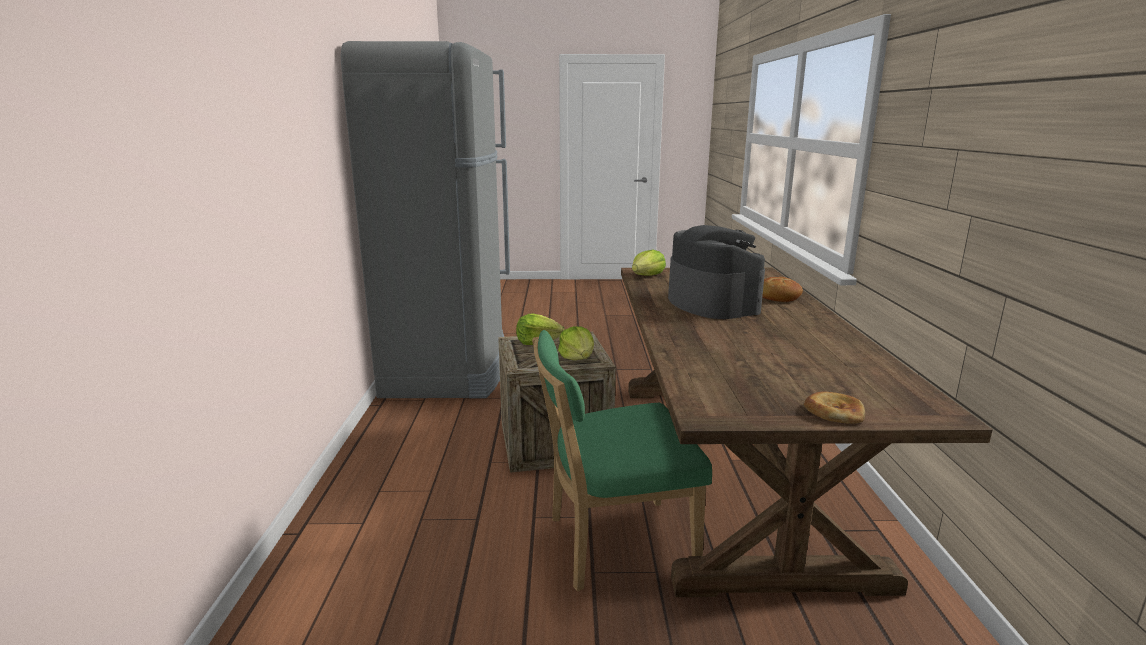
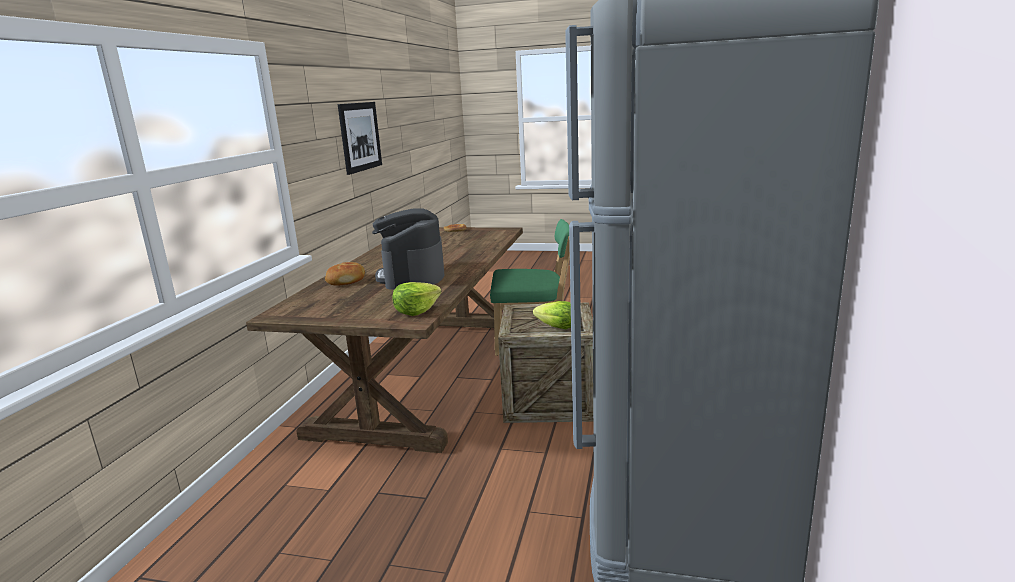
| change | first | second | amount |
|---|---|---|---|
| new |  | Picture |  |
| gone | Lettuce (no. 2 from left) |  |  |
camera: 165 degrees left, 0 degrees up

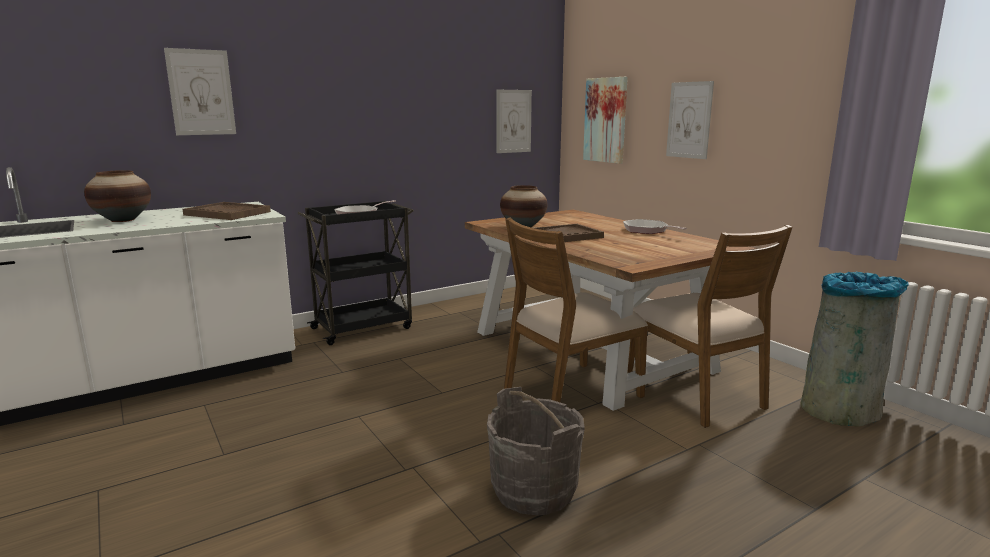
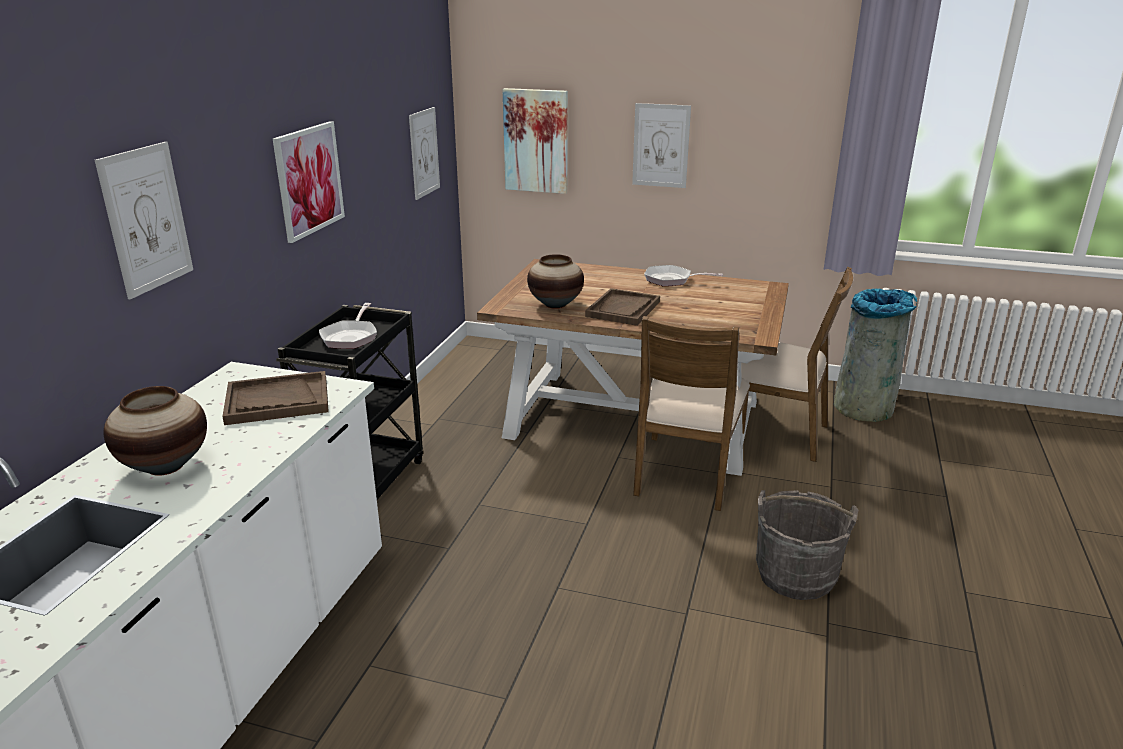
| change | first | second | amount |
|---|---|---|---|
| new |  | Picture (no. 2 from left) |  |
camera: 40 degrees left, 10 degrees up

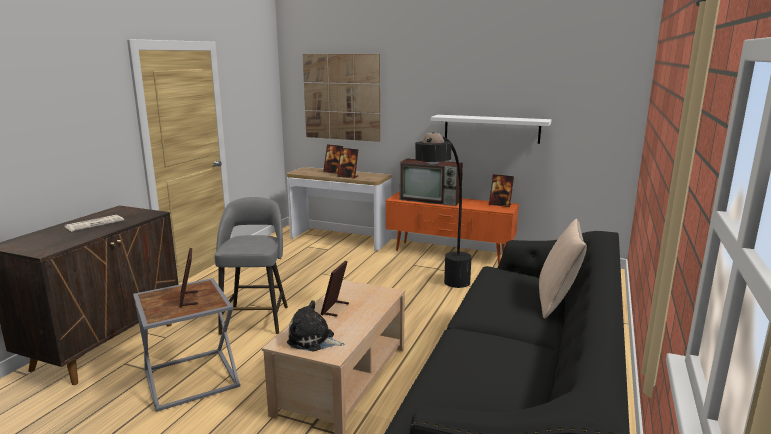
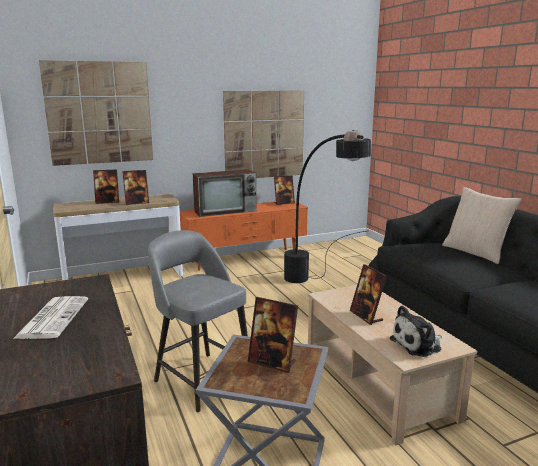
| change | first | second | amount |
|---|---|---|---|
| swapped | WhiteShelf | Picture (no. 2 from left) |  |
camera: 45 degrees left, 0 degrees up

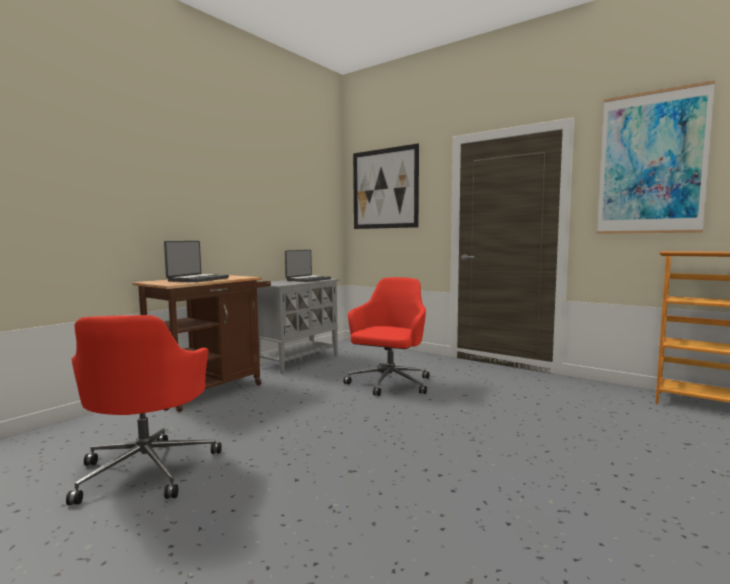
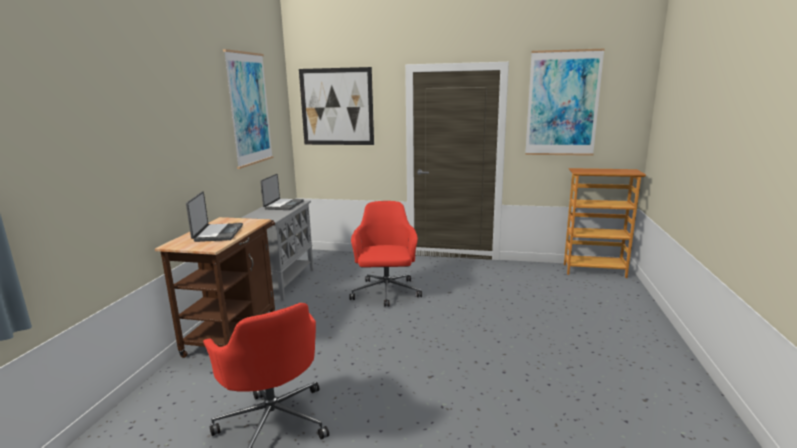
| change | first | second | amount |
|---|---|---|---|
| new |  | Picture (no. 1 from left) |  |
camera: 25 degrees left, 10 degrees up

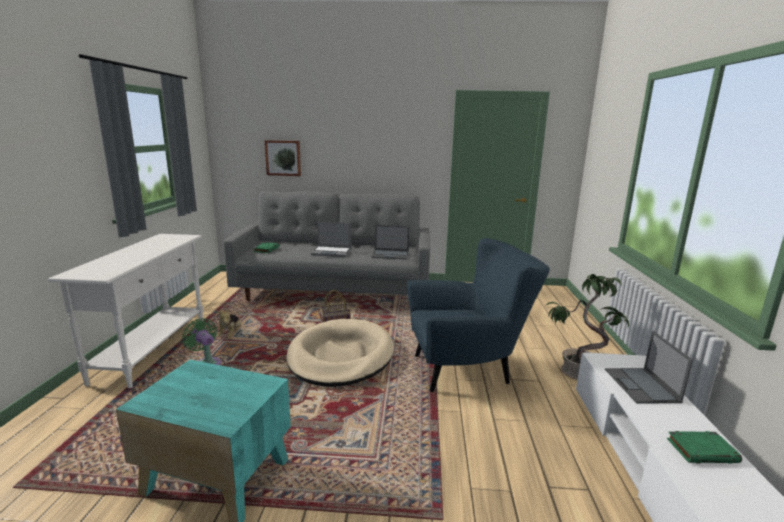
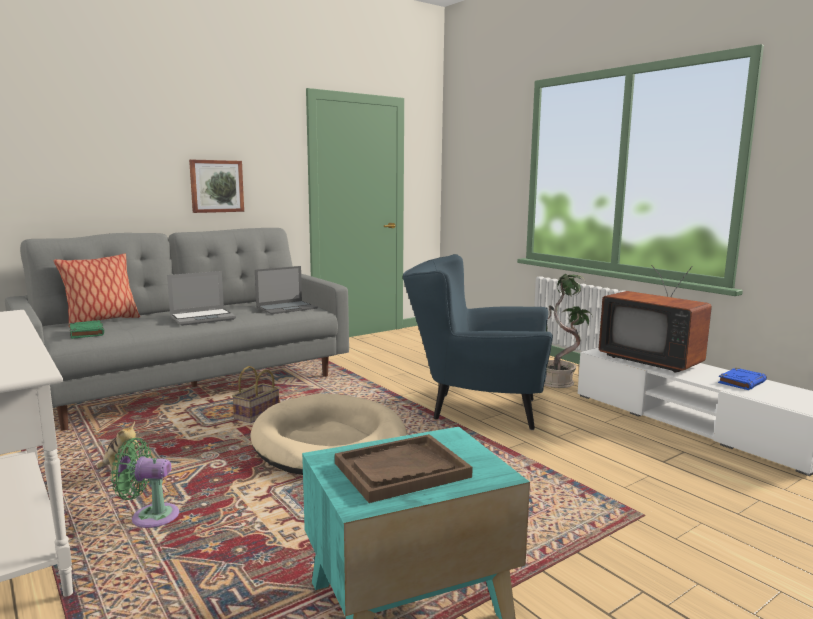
| change | first | second | amount |
|---|---|---|---|
| new |  | Pillow |  |
| shifted | Picture |  |  |
| new |  | BrownTray |  |
| rotated | BlueArmchair |  | 120 degrees counterclockwise |
| swapped | Laptop (no. 3 from left) | Television |  |
| repainted | GreenBook (no. 2 from left) | BlueBook |  |
camera: 40 degrees left, 5 degrees down

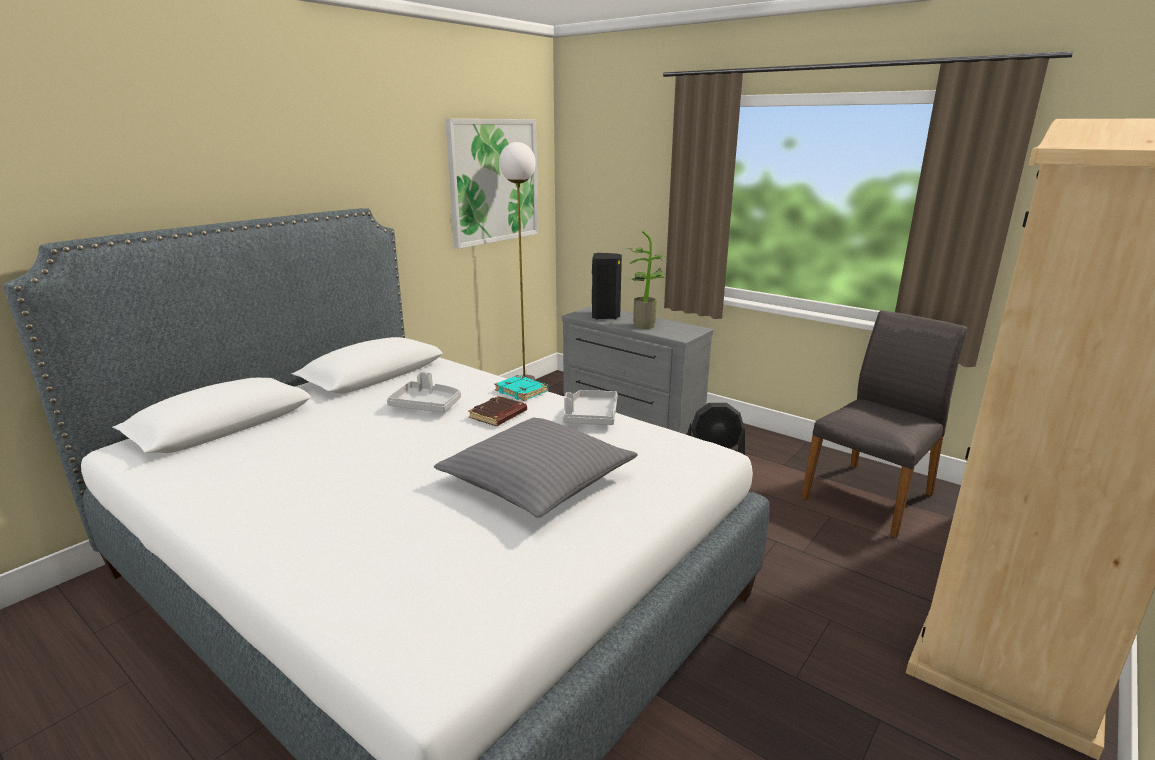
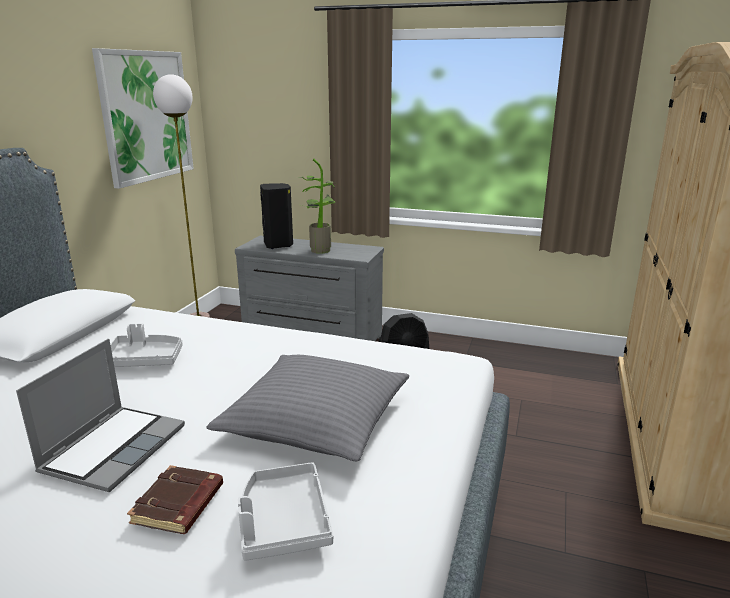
| change | first | second | amount |
|---|---|---|---|
| new |  | Laptop |  |
| shifted | BrownBook |  |  |
| shifted | GreyTray (no. 2 from left) |  |  |
| gone | TurquoiseBook |  |  |
| gone | GreyChair |  |  |
camera: 20 degrees left, 0 degrees up

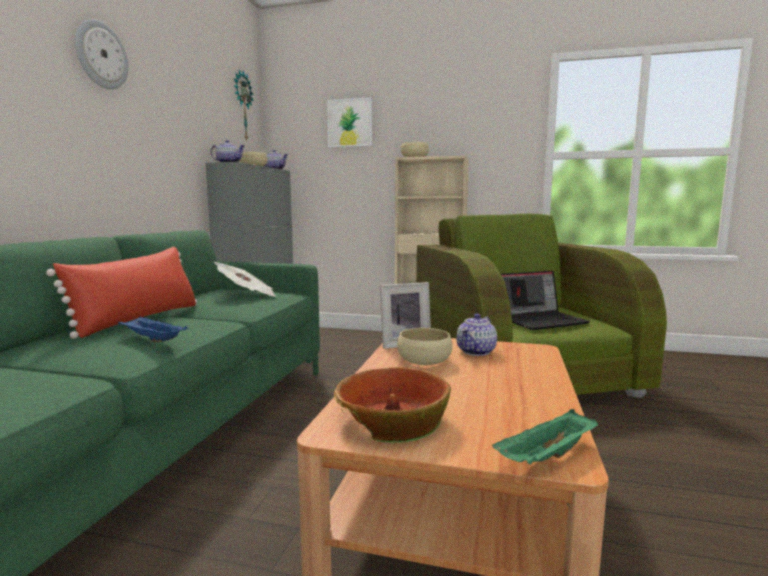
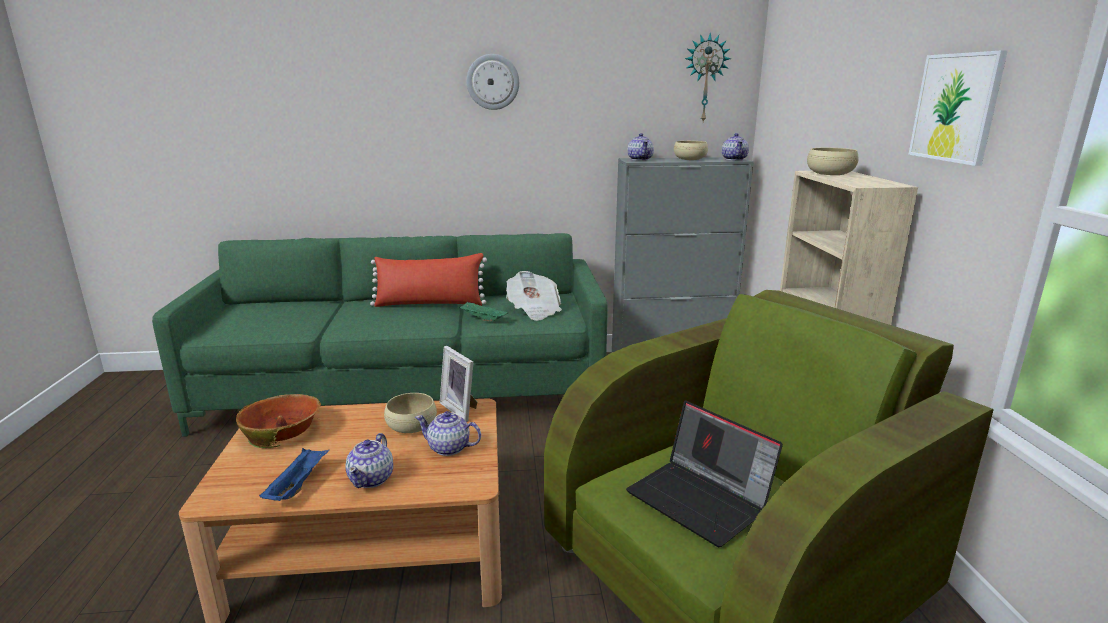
| change | first | second | amount |
|---|---|---|---|
| shifted | BlueTray |  |  |
| new |  | Teapot (no. 1 from left) |  |
| shifted | GreenTray |  |  |
| shifted | Picture |  |  |
camera: 70 degrees right, 10 degrees up

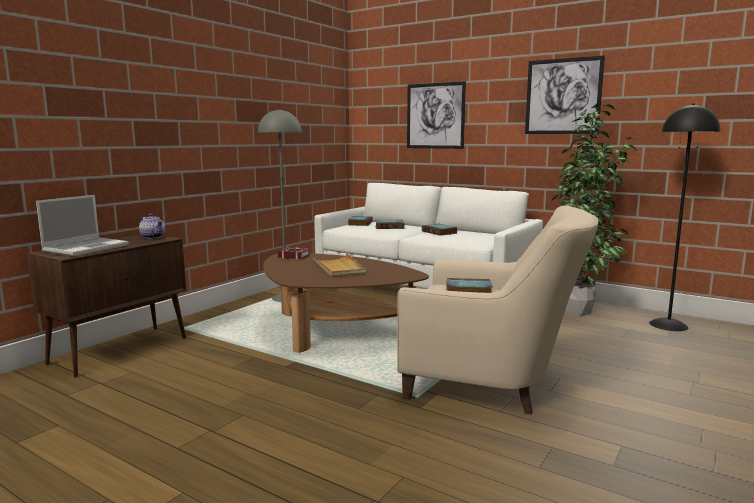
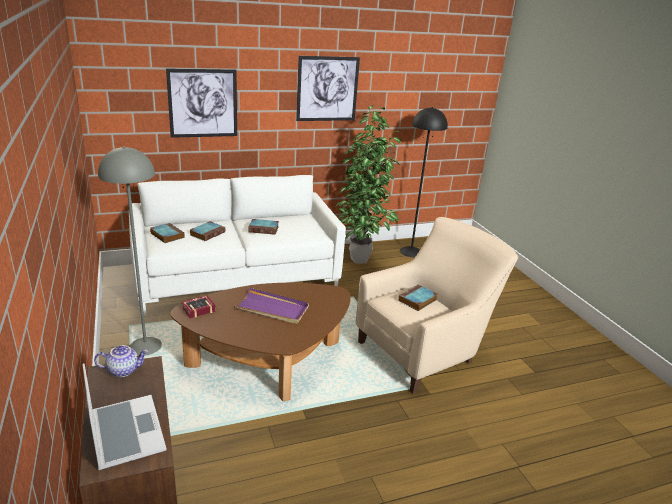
| change | first | second | amount |
|---|---|---|---|
| repainted | BeigeTray | PurpleTray |  |
camera: 55 degrees left, 15 degrees up

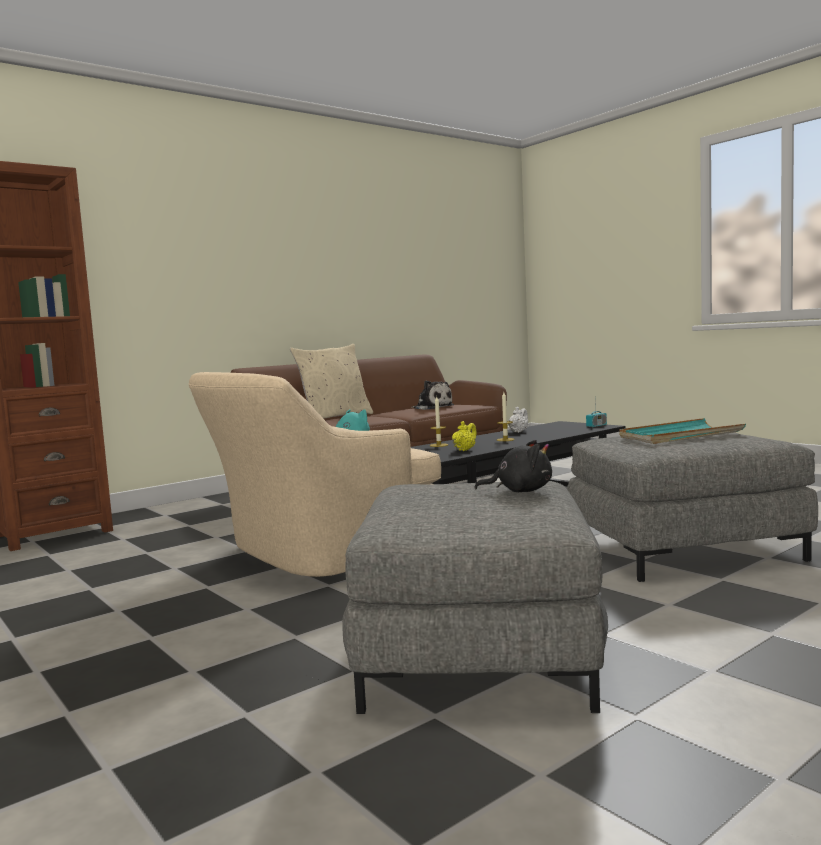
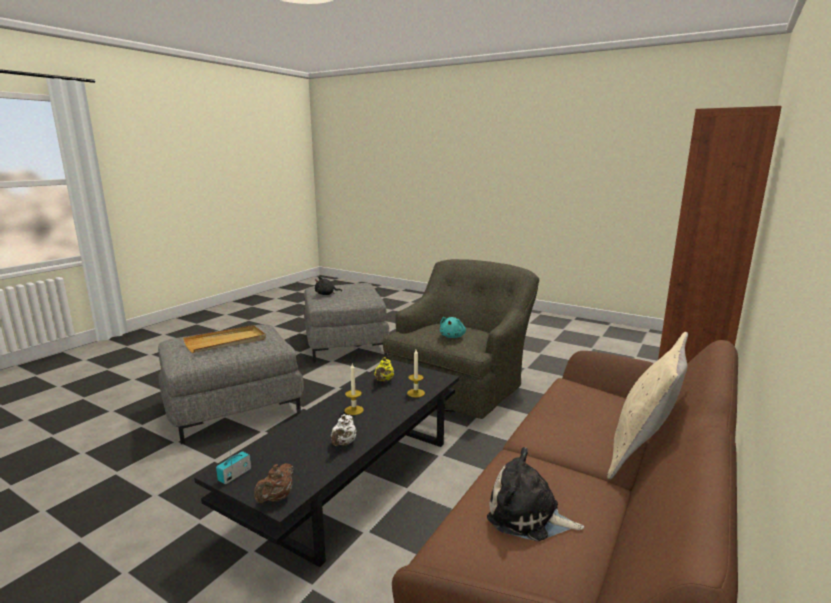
| change | first | second | amount |
|---|---|---|---|
| repainted | TurquoiseTray | BeigeTray |  |
| new |  | BrownTeapot |  |
| repainted | BeigeArmchair | GreenArmchair |  |
camera: 160 degrees right, 10 degrees up

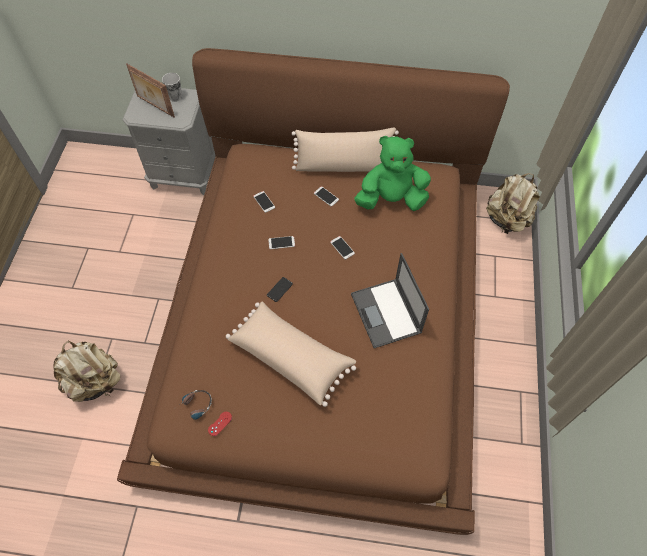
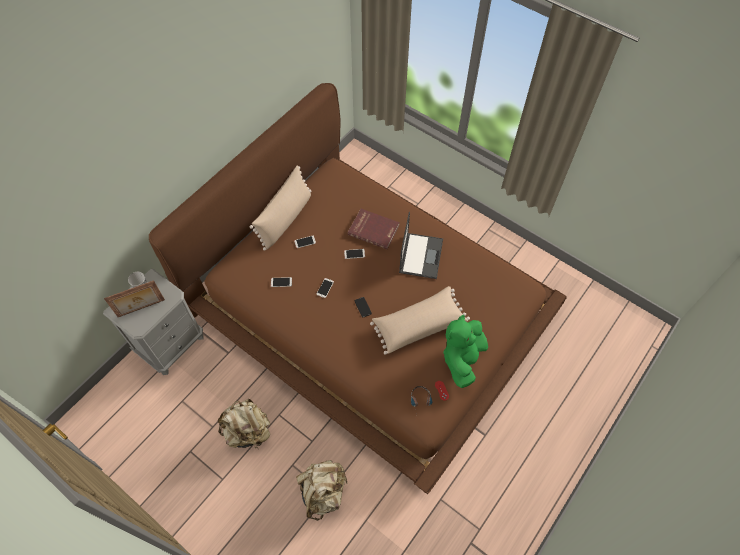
| change | first | second | amount |
|---|---|---|---|
| shifted | BeigeBackpack (no. 2 from left in the first image) | BeigeBackpack (no. 1 from left) |  |
| new |  | RedBook |  |
| rotated | Laptop |  | 90 degrees counterclockwise |
| shifted | GreenPlushToy |  |  |
camera: 60 degrees left, 0 degrees up

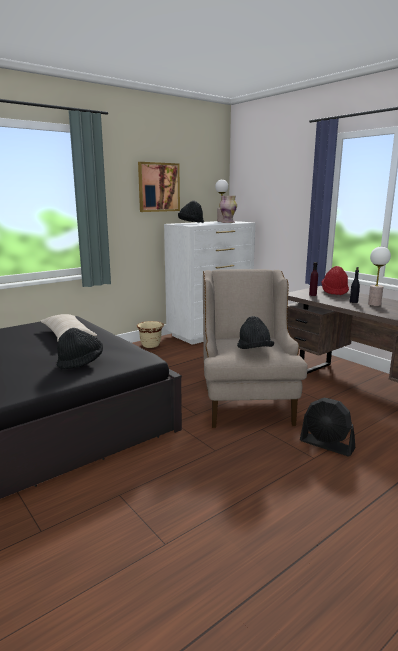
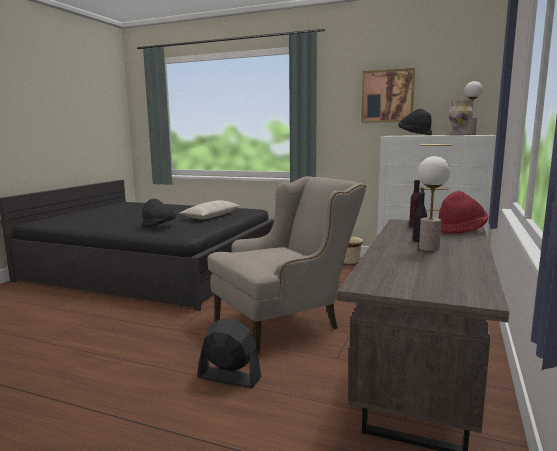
| change | first | second | amount |
|---|---|---|---|
| rotated | BlackFan |  | 105 degrees clockwise |
| gone | BlackHat (no. 3 from left) |  |  |
camera: 60 degrees right, 5 degrees down

